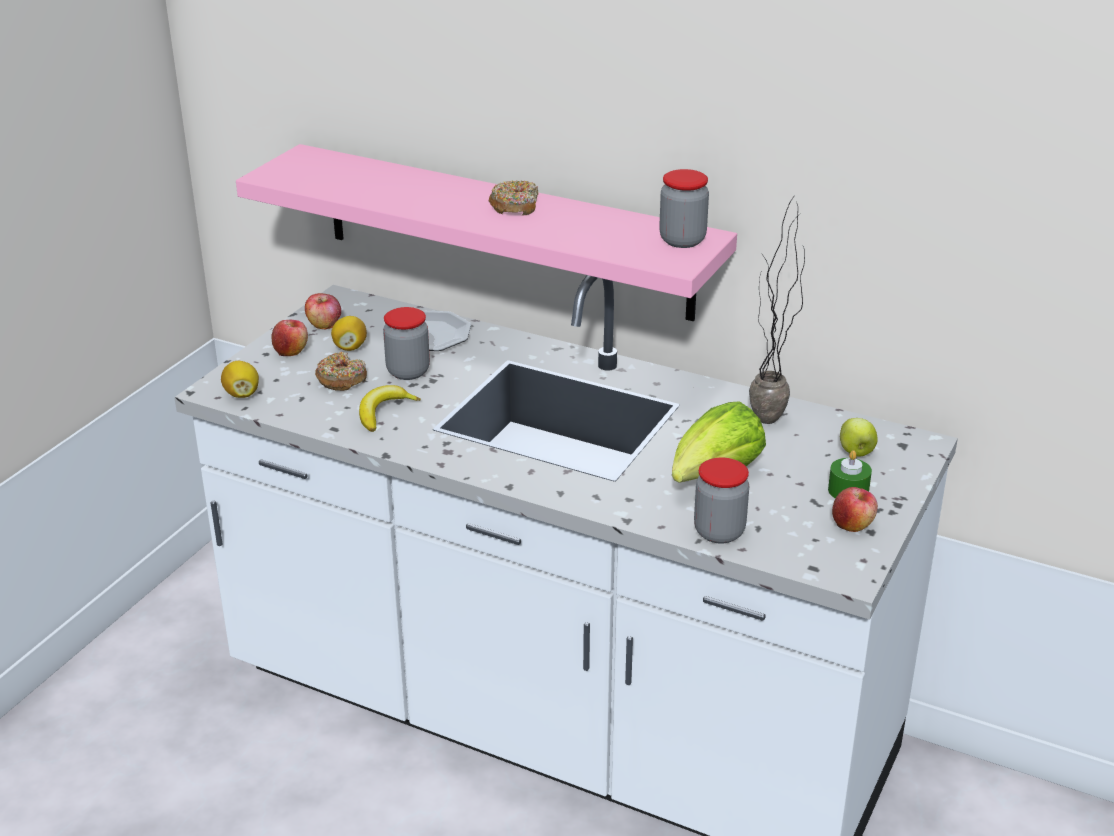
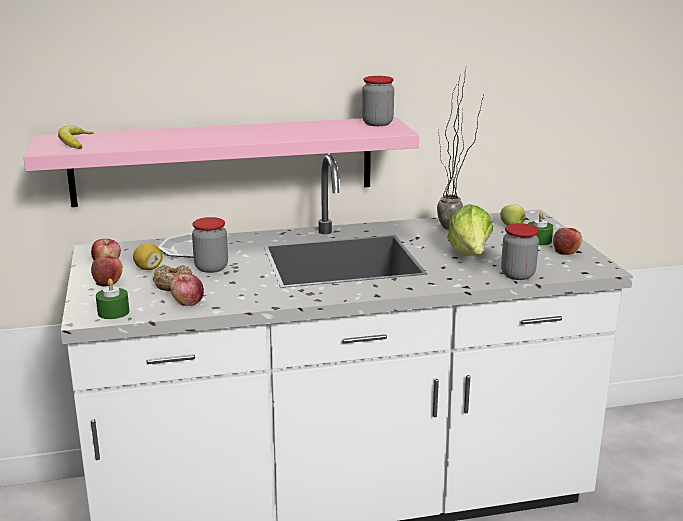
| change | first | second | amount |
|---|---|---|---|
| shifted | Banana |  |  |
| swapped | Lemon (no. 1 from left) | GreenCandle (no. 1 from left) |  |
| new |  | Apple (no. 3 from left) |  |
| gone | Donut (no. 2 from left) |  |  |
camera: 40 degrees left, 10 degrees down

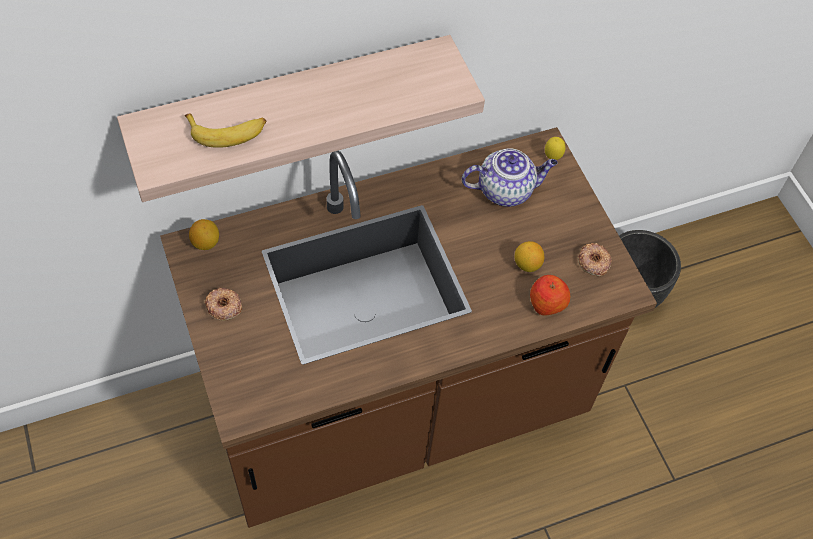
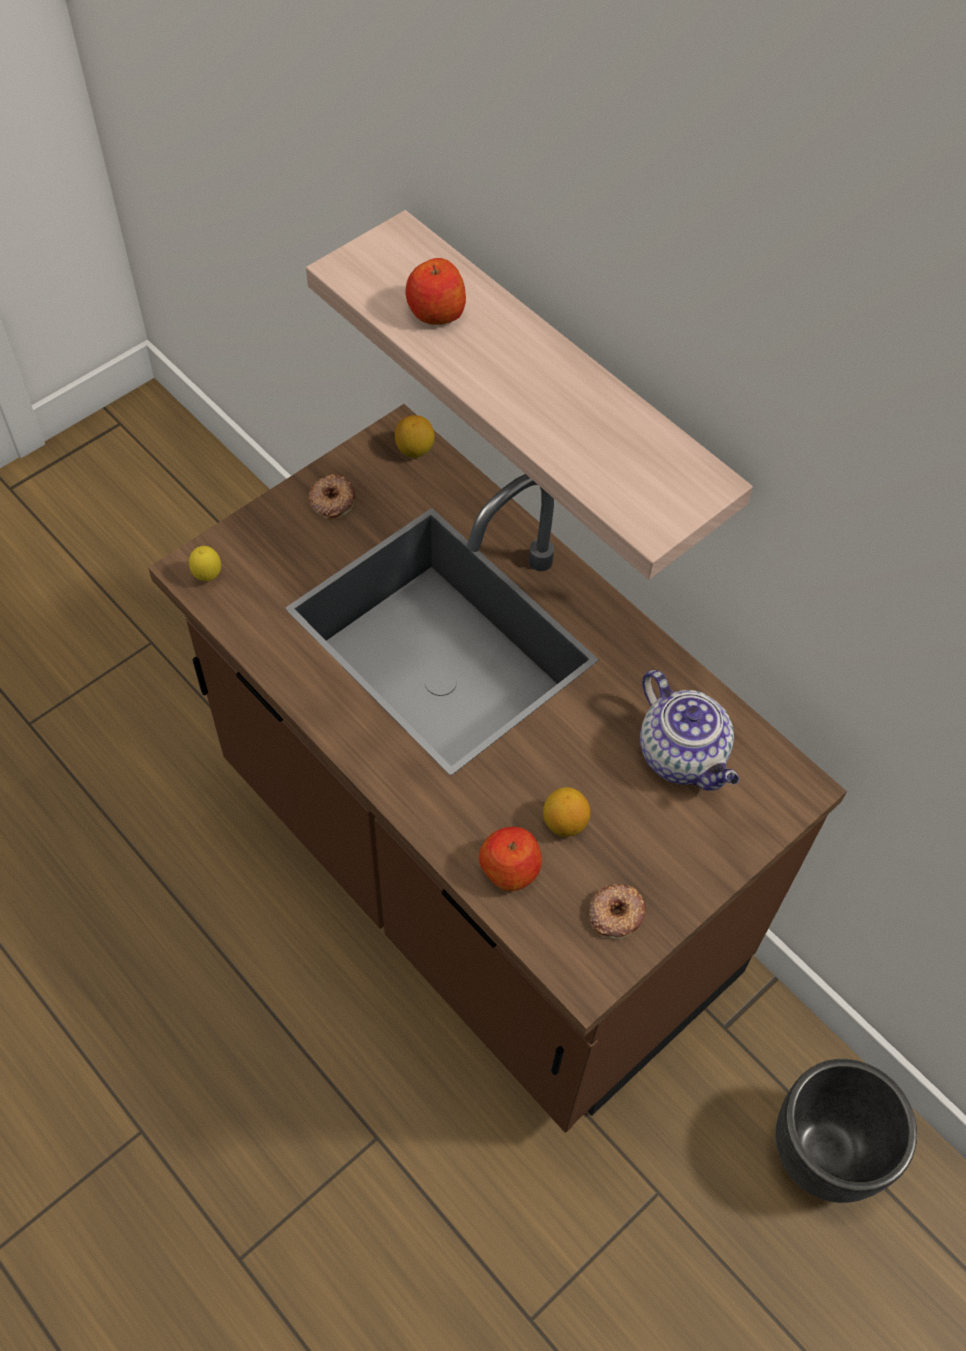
| change | first | second | amount |
|---|---|---|---|
| shifted | Lemon (no. 3 from left in the first image) | Lemon (no. 1 from left) |  |
| swapped | Banana | Apple (no. 1 from left) |  |
camera: 70 degrees right, 0 degrees up

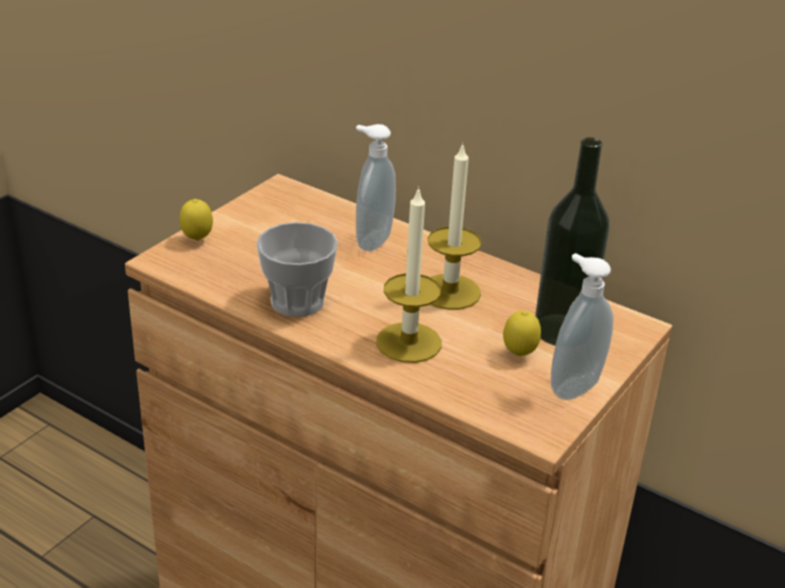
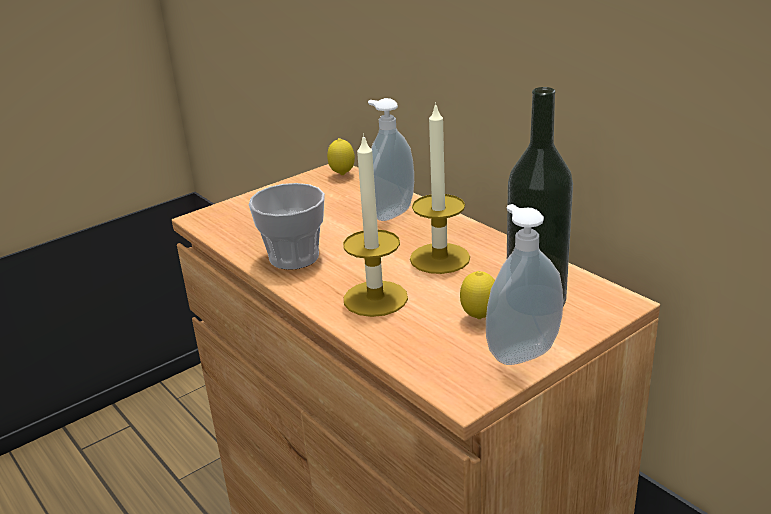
| change | first | second | amount |
|---|---|---|---|
| shifted | Lemon (no. 1 from left) |  |  |
camera: 20 degrees right, 5 degrees down

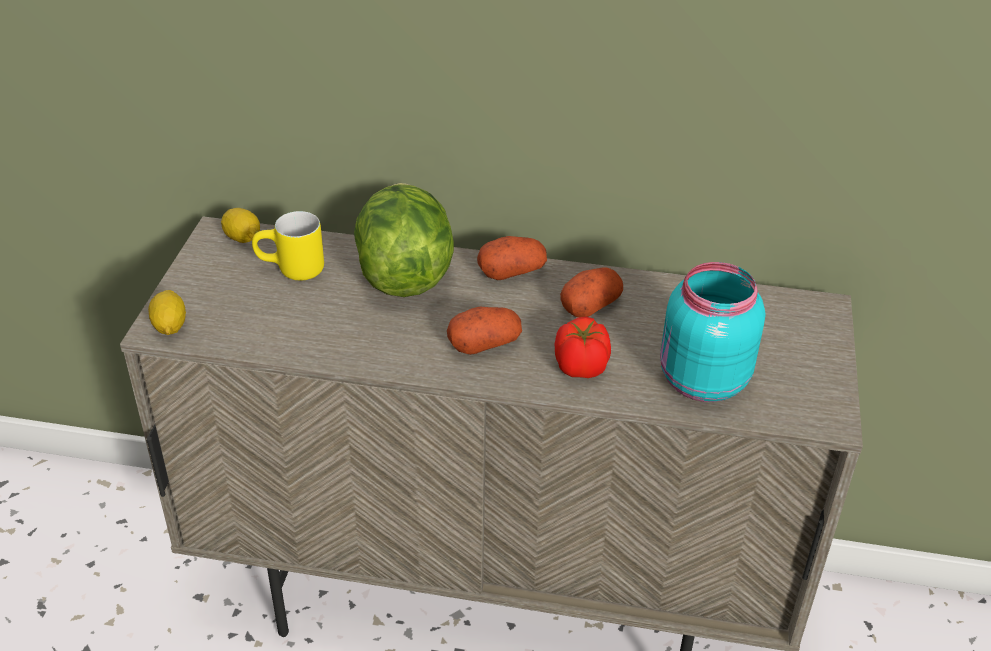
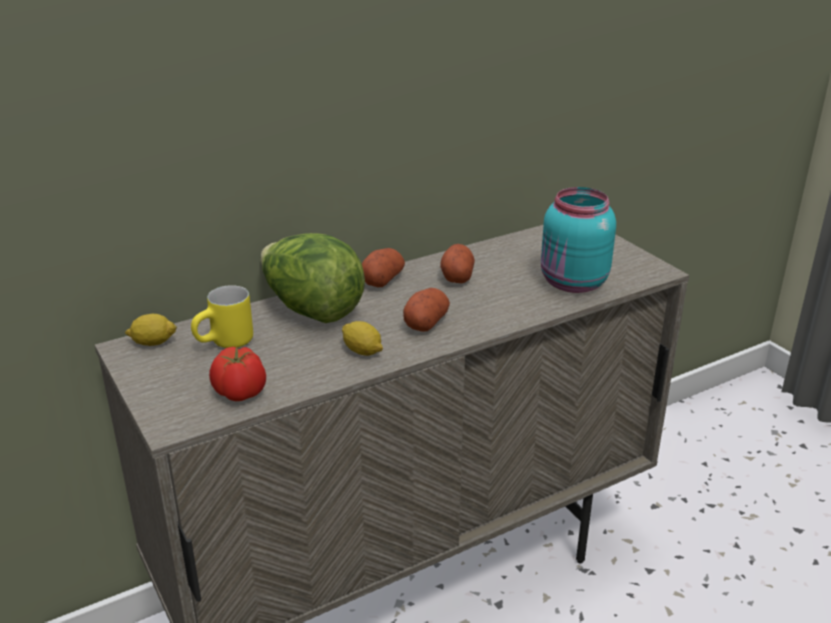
| change | first | second | amount |
|---|---|---|---|
| shifted | Tomato |  |  |
| shifted | Lemon (no. 1 from left in the first image) | Lemon (no. 2 from left) |  |
camera: 40 degrees left, 10 degrees down

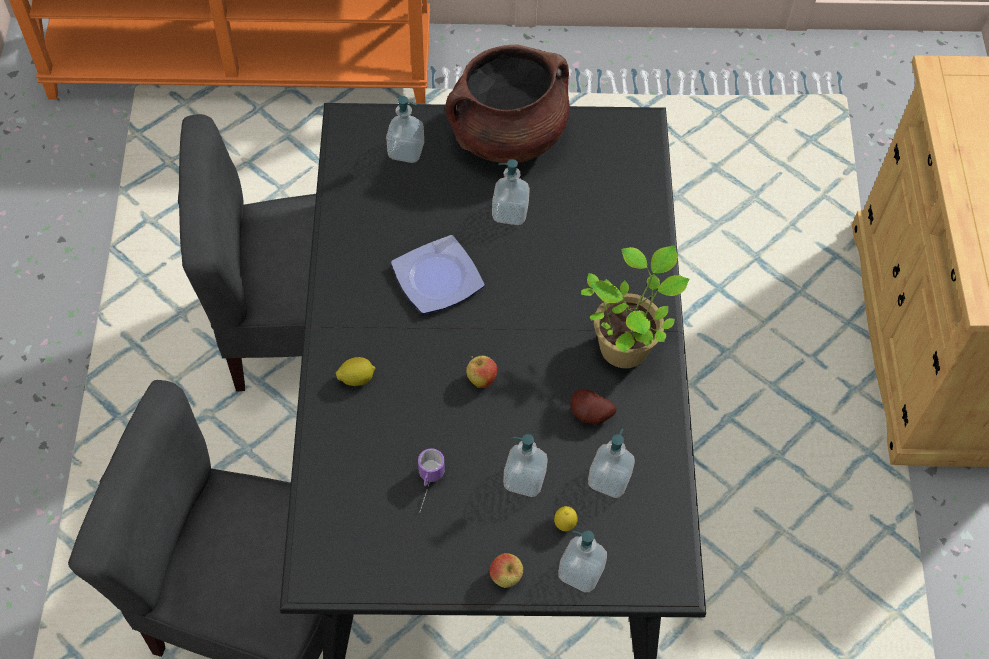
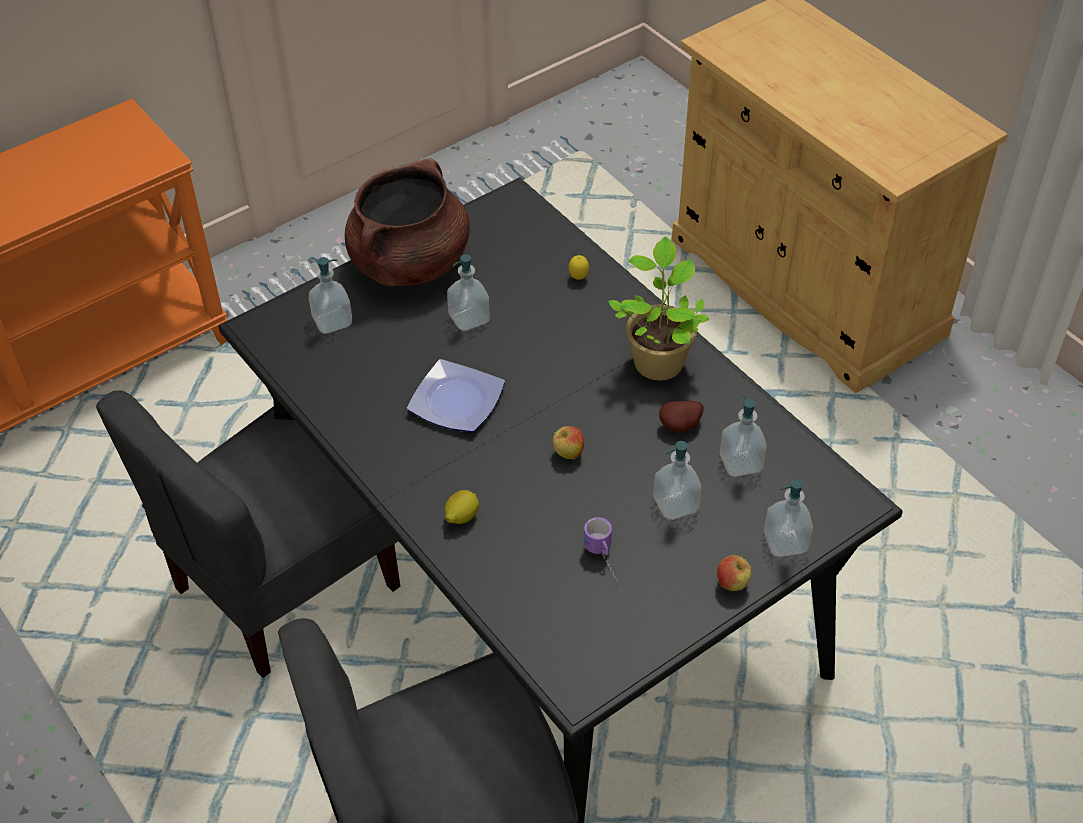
| change | first | second | amount |
|---|---|---|---|
| shifted | Lemon (no. 2 from left) |  |  |
camera: 35 degrees left, 10 degrees down

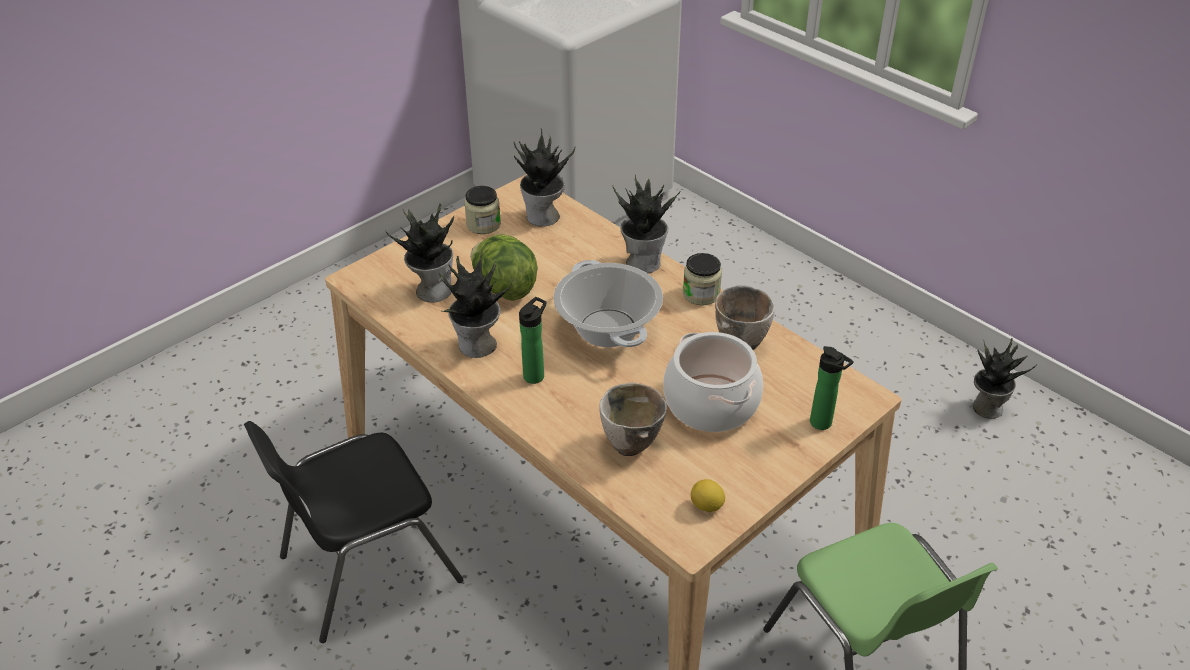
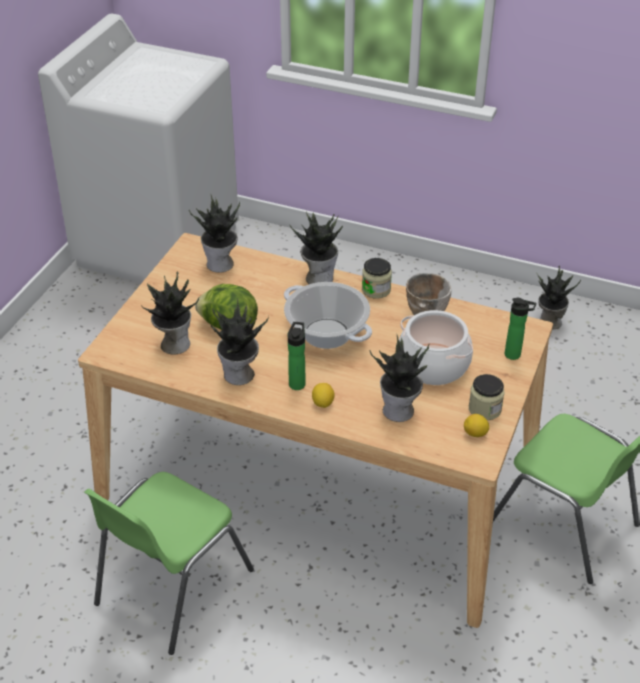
| change | first | second | amount |
|---|---|---|---|
| repainted | BlackChair | GreenChair (no. 1 from left) |  |
| new |  | Lemon (no. 1 from left) |  |
| swapped | Bowl (no. 1 from left) | PottedPlant (no. 5 from left) |  |
| shifted | Jar (no. 1 from left in the first image) | Jar (no. 2 from left) |  |
camera: 25 degrees left, 0 degrees up

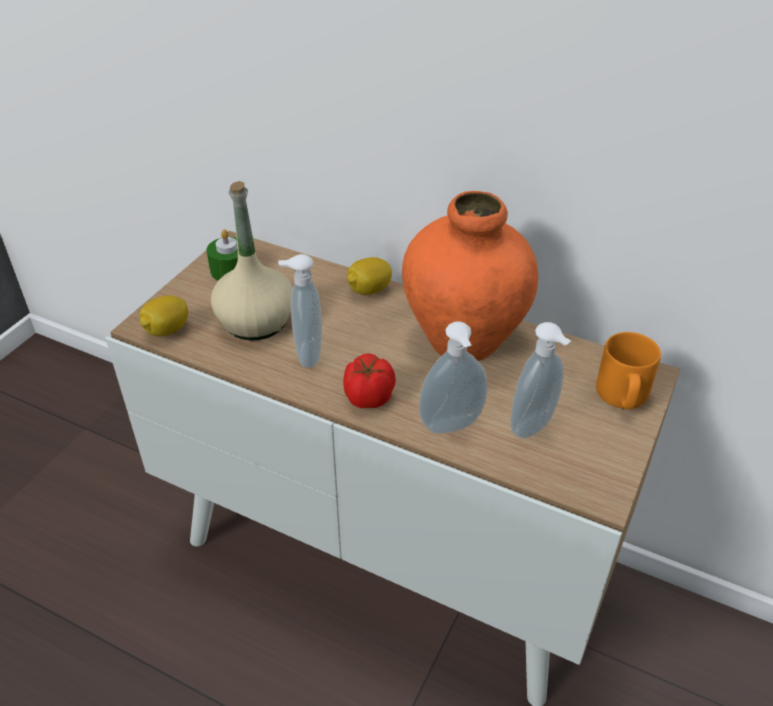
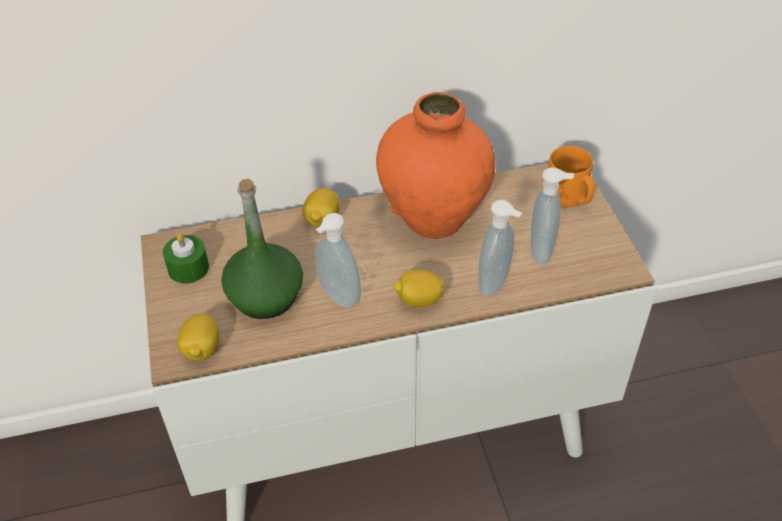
| change | first | second | amount |
|---|---|---|---|
| repainted | BeigeBottle | GreenBottle |  |
| swapped | Tomato | Lemon (no. 3 from left) |  |
camera: 40 degrees left, 5 degrees up

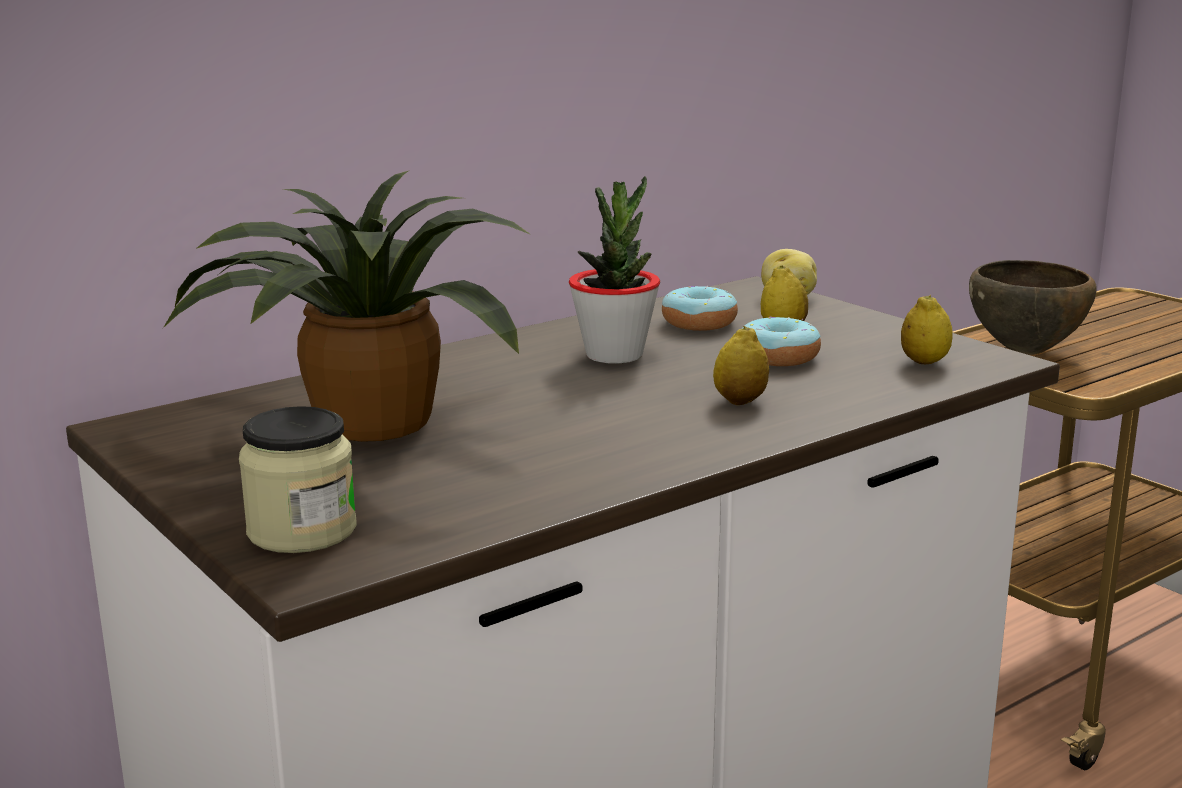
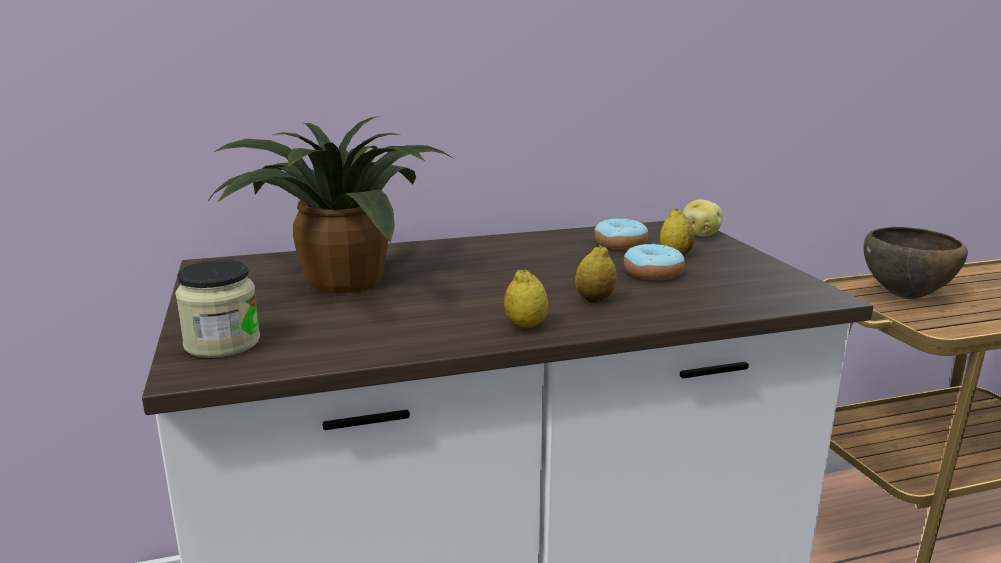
| change | first | second | amount |
|---|---|---|---|
| shifted | Lemon (no. 3 from left in the first image) | Lemon (no. 1 from left) |  |
| gone | PottedPlant (no. 2 from left) |  |  |
camera: 20 degrees right, 0 degrees up

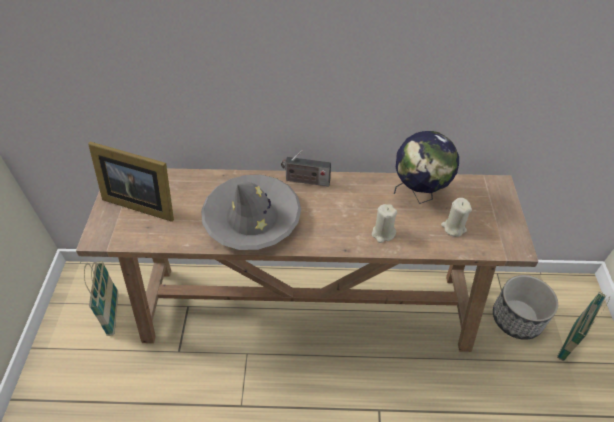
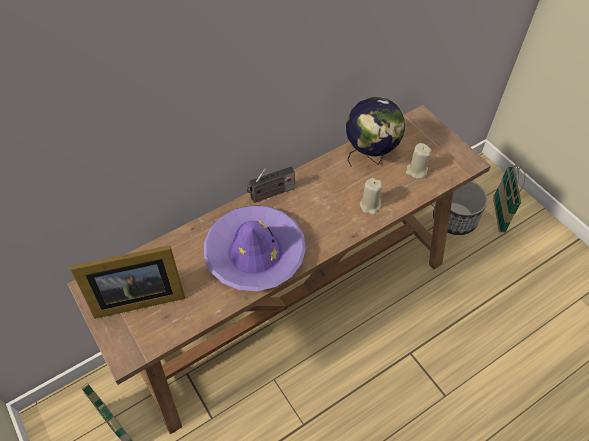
| change | first | second | amount |
|---|---|---|---|
| repainted | GreyHat | PurpleHat |  |
camera: 35 degrees left, 5 degrees up

